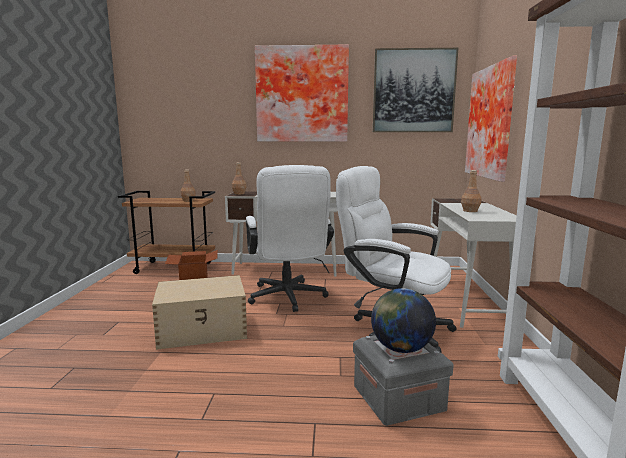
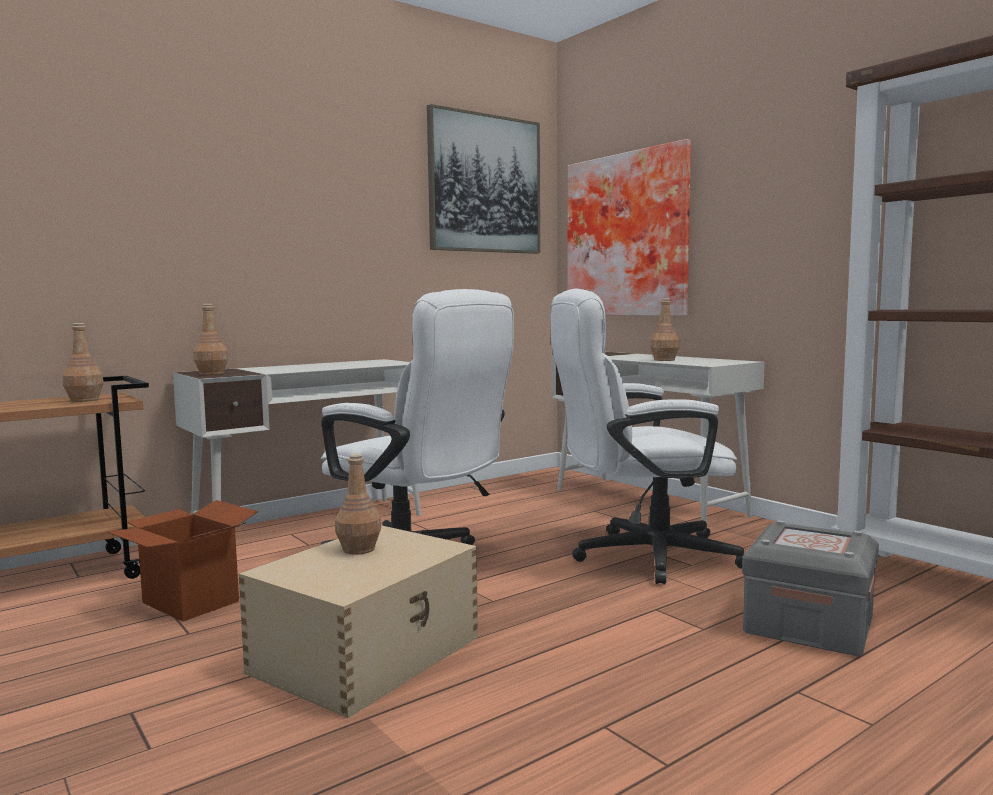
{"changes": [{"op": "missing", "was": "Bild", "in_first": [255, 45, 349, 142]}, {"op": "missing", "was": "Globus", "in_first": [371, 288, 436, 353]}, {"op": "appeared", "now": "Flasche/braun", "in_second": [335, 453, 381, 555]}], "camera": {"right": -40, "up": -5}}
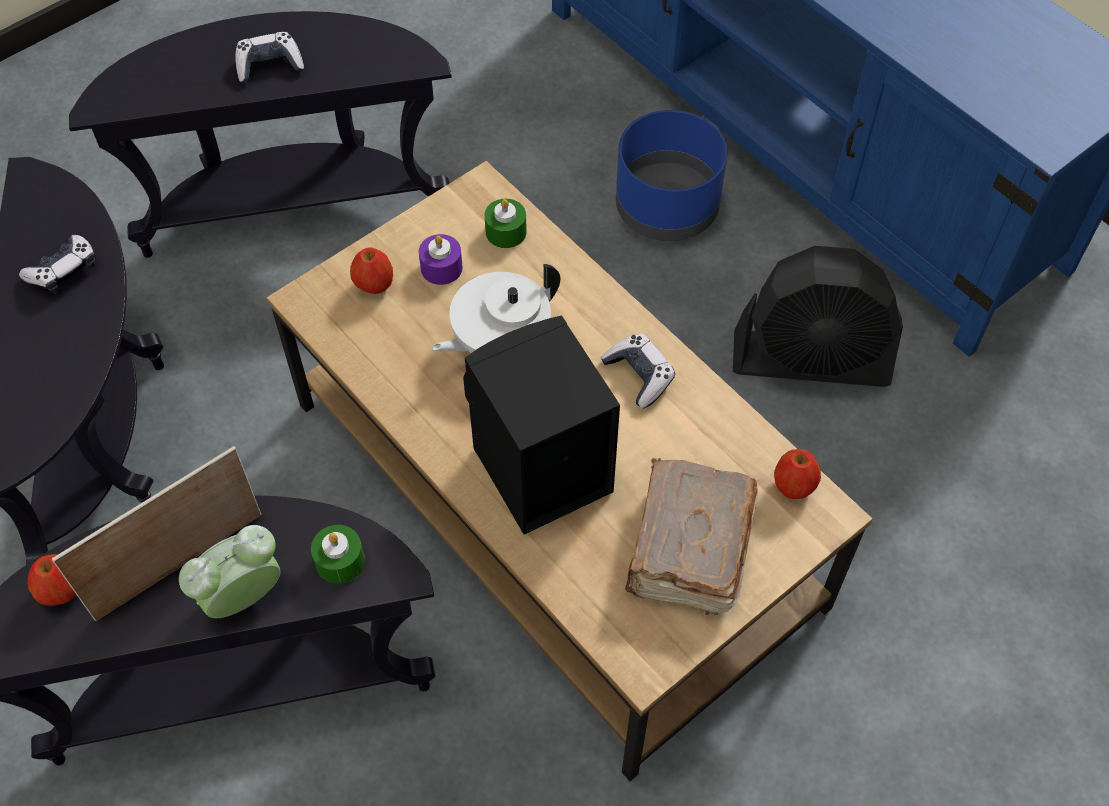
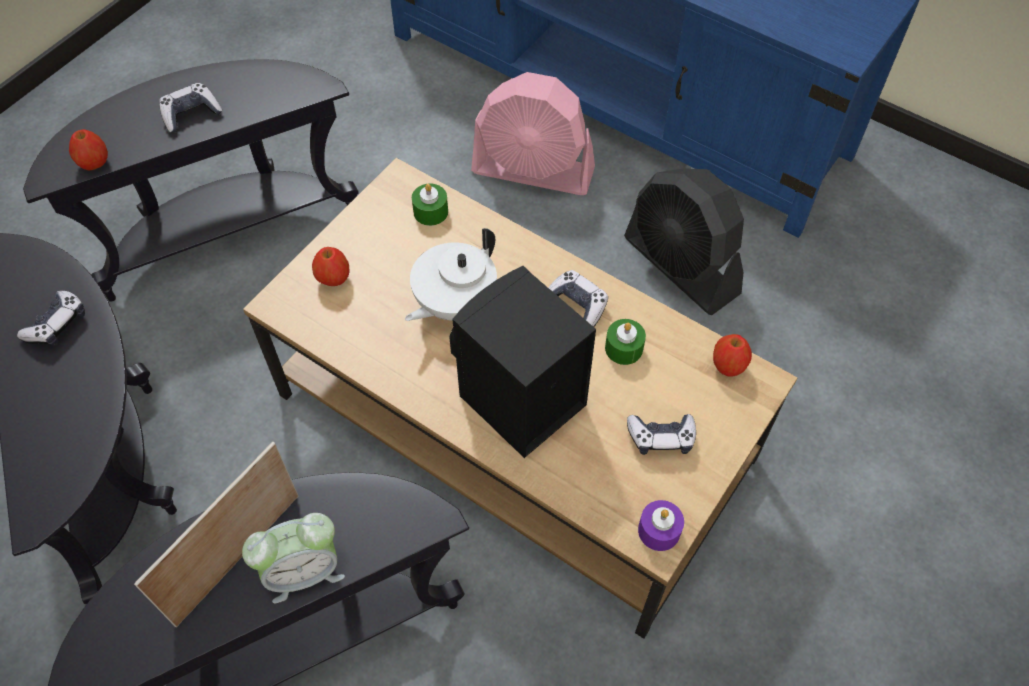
{"changes": [{"op": "relocated", "was": "Apfel", "in_first": [27, 554, 77, 606], "in_second": [69, 129, 108, 170]}, {"op": "relocated", "was": "Kerze/grün", "in_first": [311, 525, 365, 584], "in_second": [605, 319, 646, 365]}, {"op": "relocated", "was": "Kerze/lila", "in_first": [419, 234, 463, 285], "in_second": [638, 500, 684, 551]}, {"op": "exchanged", "was": "Pflanzkübel/blau", "now": "Ventilator/rosa", "in_first": [616, 110, 728, 241], "in_second": [471, 72, 595, 195]}, {"op": "exchanged", "was": "Buch/braun", "now": "Gamepad", "in_first": [625, 458, 758, 615], "in_second": [627, 414, 696, 455]}, {"op": "spun", "was": "Wecker", "in_first": [179, 525, 281, 618], "in_second": [242, 513, 345, 603], "clockwise": -150}, {"op": "spun", "was": "Ventilator/schwarz", "in_first": [733, 246, 903, 387], "in_second": [624, 168, 744, 315], "clockwise": 60}], "camera": {"right": -15, "up": 0}}
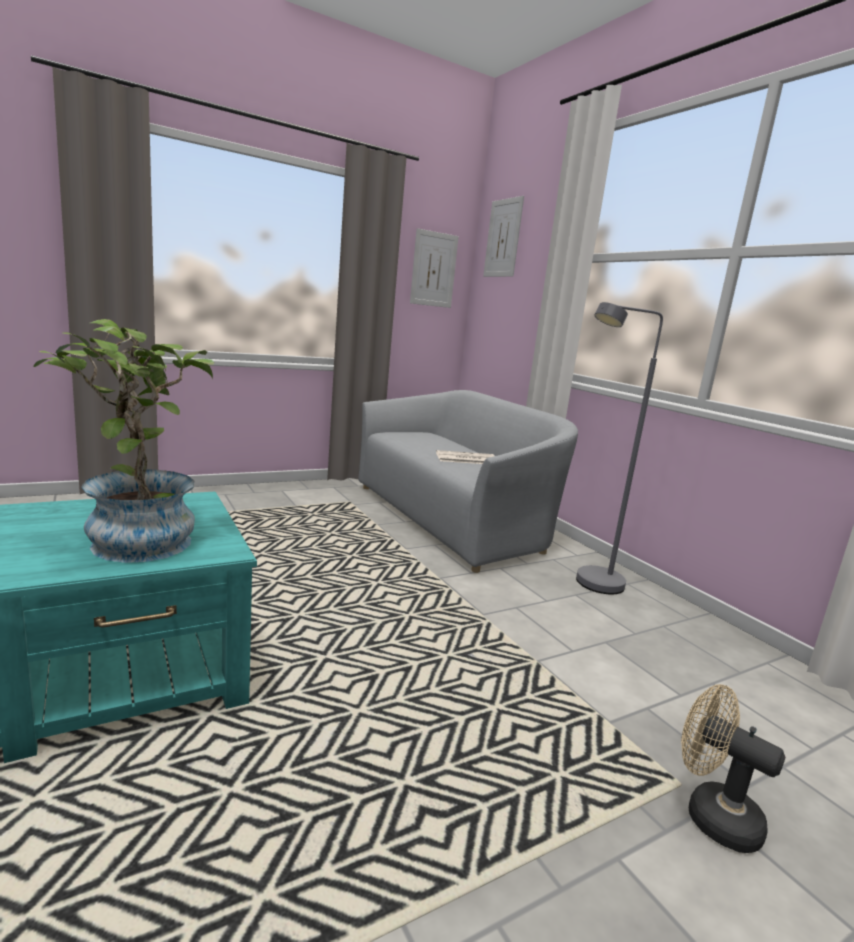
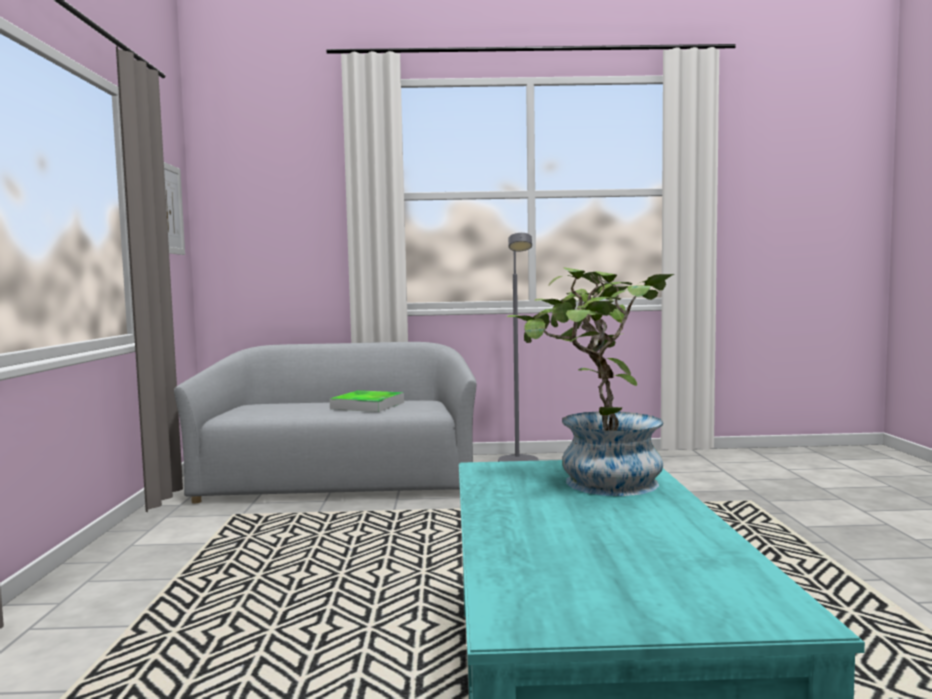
{"changes": [{"op": "missing", "was": "Bild", "in_first": [483, 196, 524, 277]}, {"op": "missing", "was": "Ventilator/beige", "in_first": [681, 684, 786, 853]}, {"op": "exchanged", "was": "Zeitung", "now": "Tablett", "in_first": [436, 450, 495, 464], "in_second": [330, 390, 404, 412]}], "camera": {"right": -60, "up": -10}}
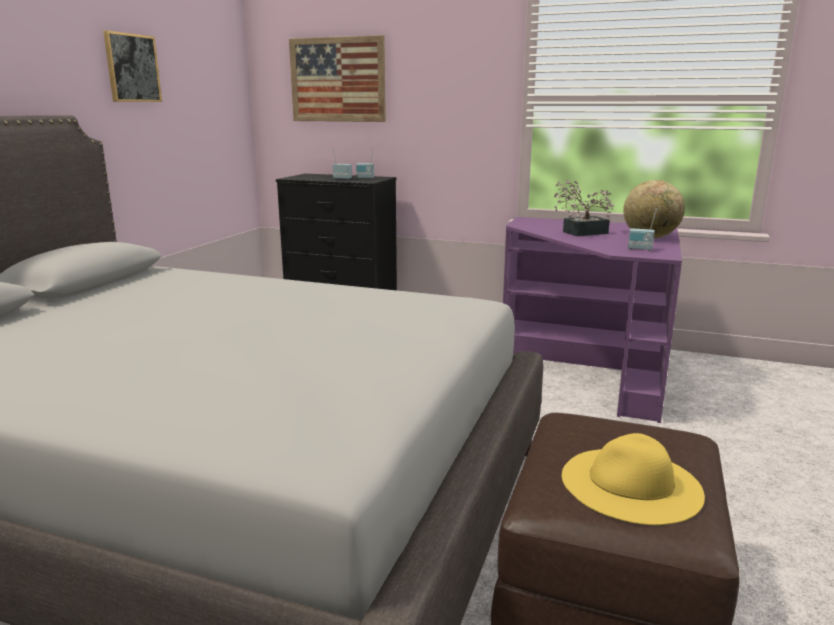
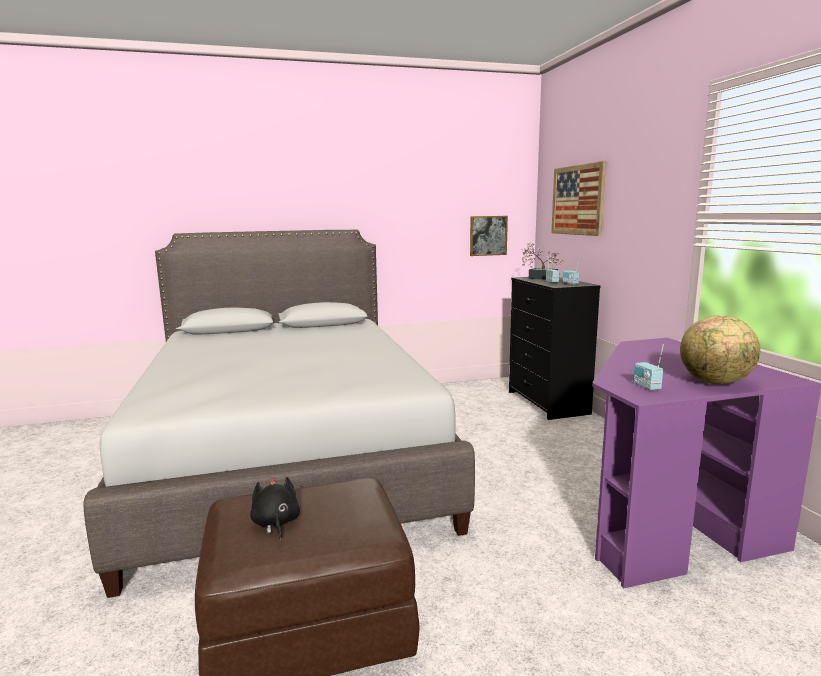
{"changes": [{"op": "relocated", "was": "Bild", "in_first": [103, 30, 162, 102], "in_second": [470, 216, 508, 256]}, {"op": "relocated", "was": "Topfpflanze", "in_first": [553, 180, 614, 236], "in_second": [521, 243, 564, 280]}, {"op": "exchanged", "was": "Hut/gelb", "now": "Plüschtier/schwarz", "in_first": [562, 433, 705, 525], "in_second": [250, 477, 300, 541]}], "camera": {"right": 55, "up": -5}}
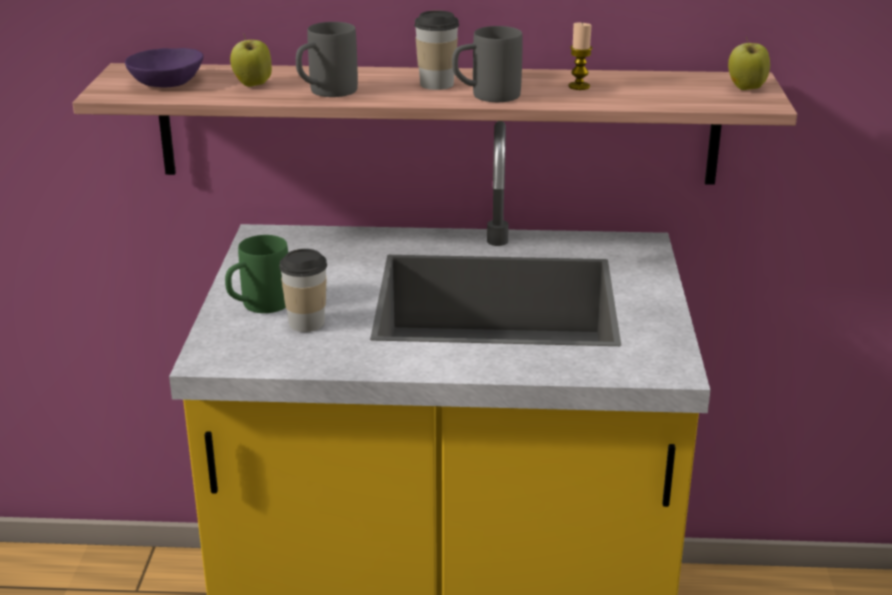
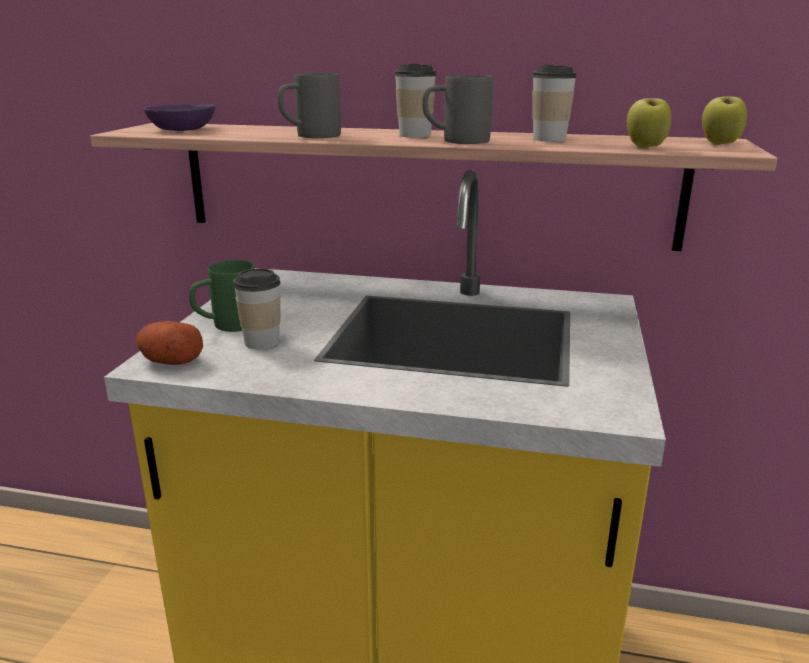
{"changes": [{"op": "appeared", "now": "Kartoffel", "in_second": [136, 321, 203, 365]}, {"op": "relocated", "was": "Apfel", "in_first": [230, 35, 272, 87], "in_second": [627, 90, 672, 148]}, {"op": "exchanged", "was": "Kerze", "now": "Tasse", "in_first": [568, 22, 592, 90], "in_second": [532, 65, 577, 142]}], "camera": {"right": 10, "up": -5}}
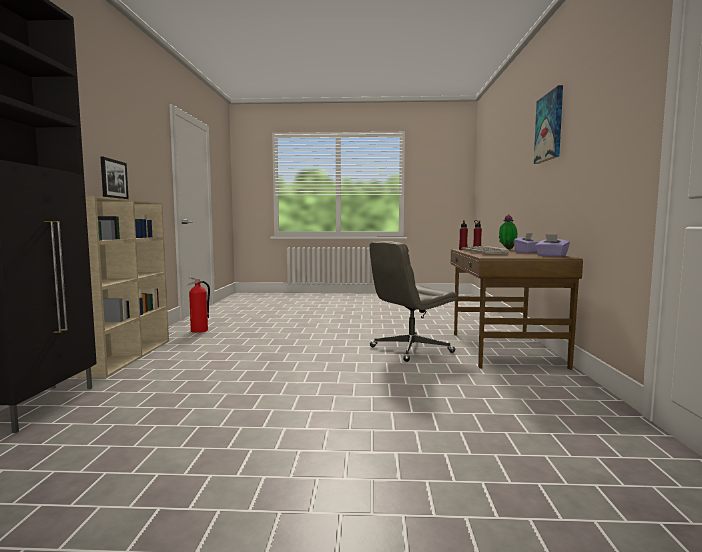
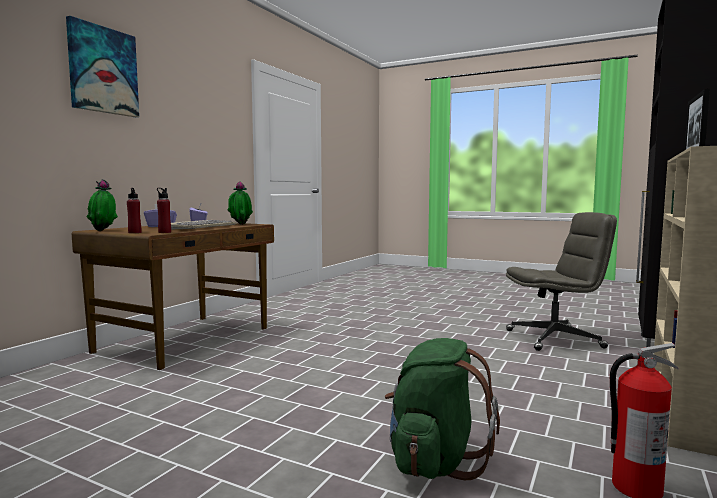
{"changes": [{"op": "appeared", "now": "Topfpflanze", "in_second": [228, 182, 253, 225]}, {"op": "appeared", "now": "Rucksack/grün", "in_second": [385, 338, 500, 480]}, {"op": "relocated", "was": "Bürostuhl/grau", "in_first": [369, 241, 458, 362], "in_second": [506, 212, 617, 351]}], "camera": {"right": -155, "up": 0}}
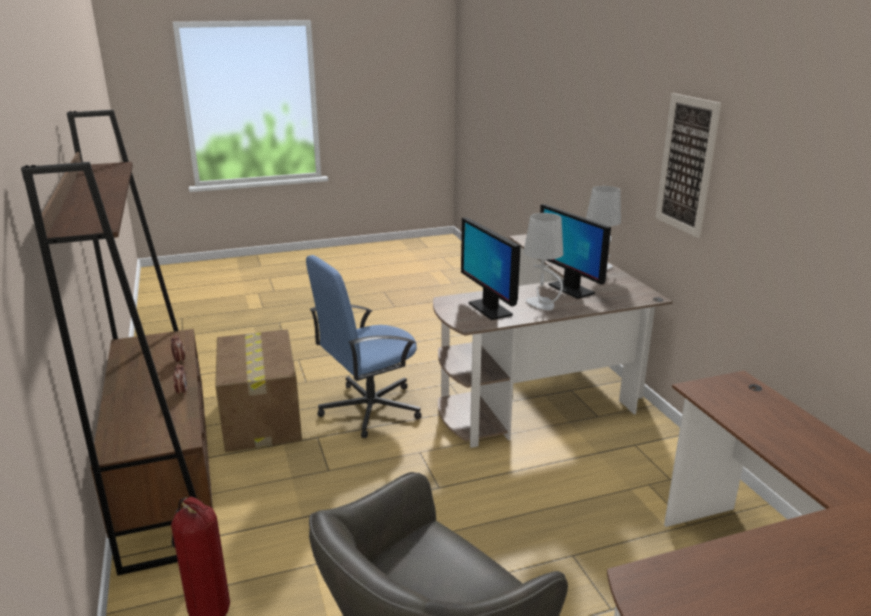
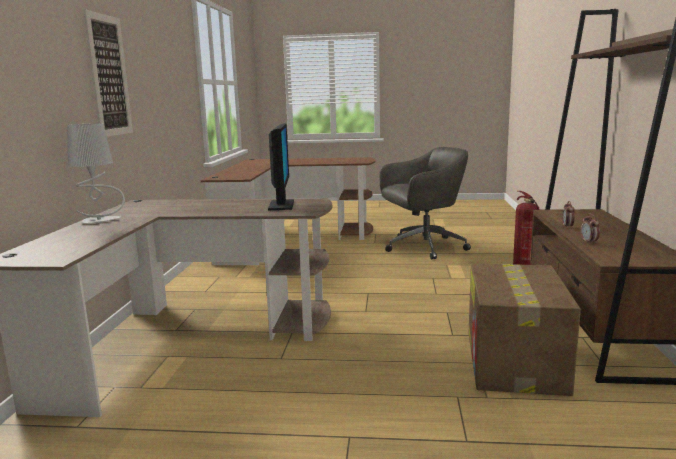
{"changes": [{"op": "missing", "was": "Bürostuhl/blau", "in_first": [306, 255, 422, 438]}, {"op": "missing", "was": "Tischlampe/grau", "in_first": [524, 213, 563, 311]}, {"op": "missing", "was": "Monitor", "in_first": [540, 204, 611, 299]}], "camera": {"right": -155, "up": -10}}
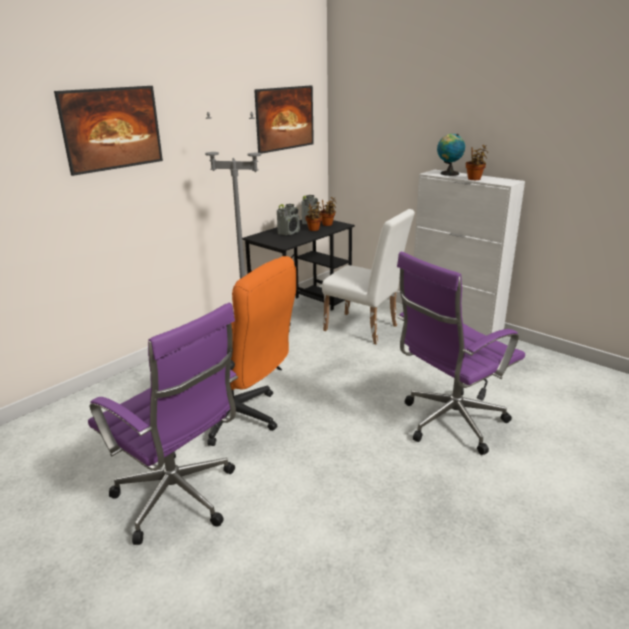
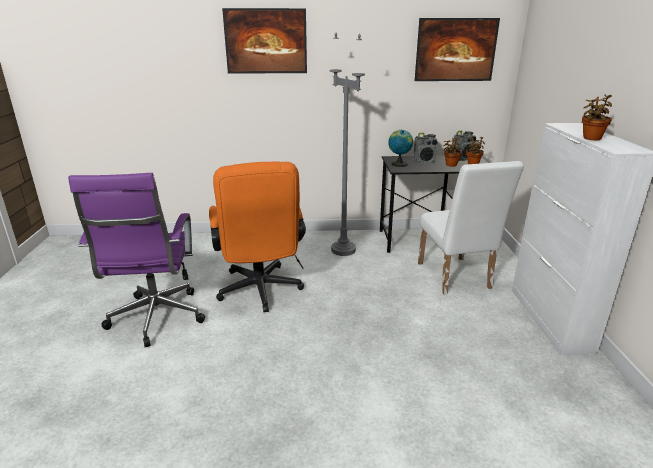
{"changes": [{"op": "missing", "was": "Bürostuhl/lila", "in_first": [397, 251, 525, 455]}, {"op": "relocated", "was": "Globus", "in_first": [437, 134, 465, 176], "in_second": [388, 130, 413, 167]}], "camera": {"right": 45, "up": 0}}
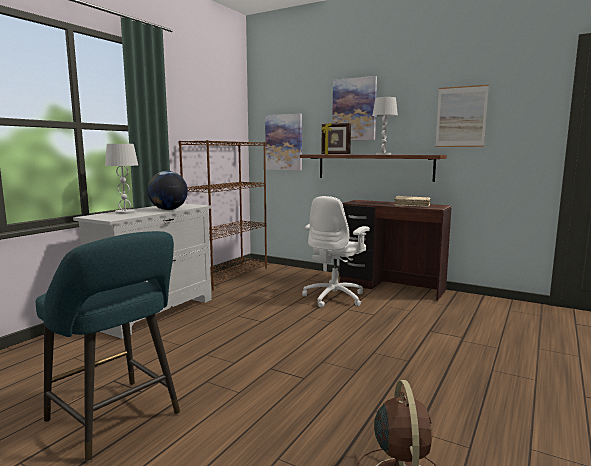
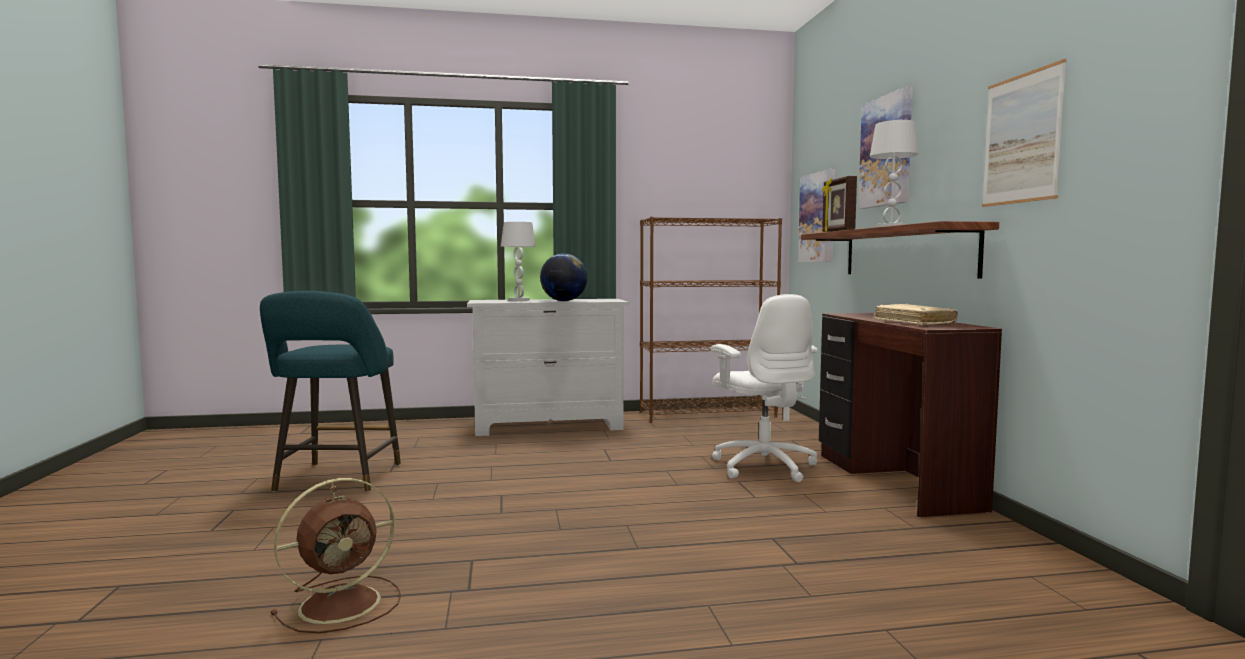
{"changes": [{"op": "spun", "was": "Bürostuhl/weiß", "in_first": [302, 196, 370, 308], "in_second": [711, 294, 817, 482], "clockwise": -105}], "camera": {"right": 50, "up": -5}}
